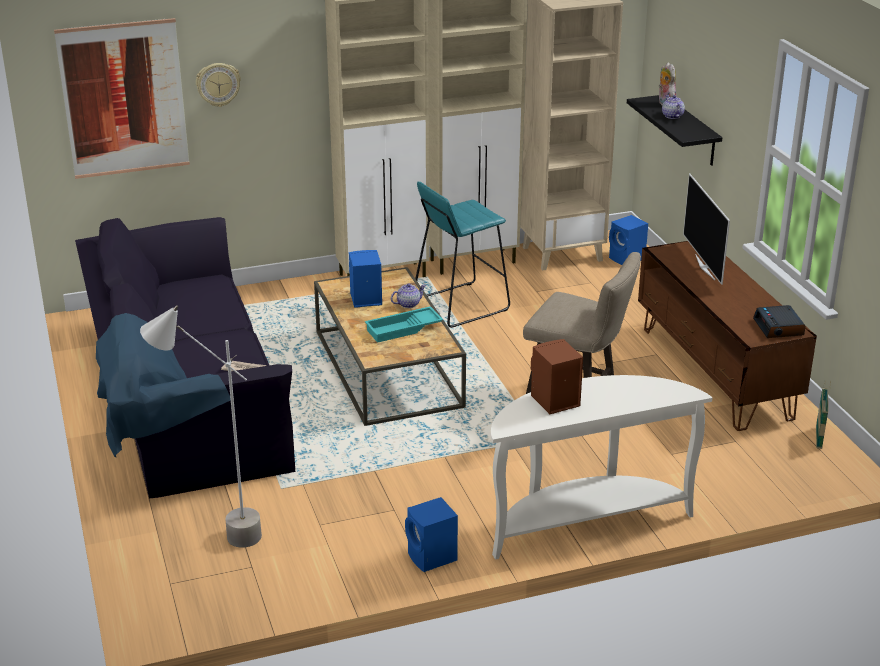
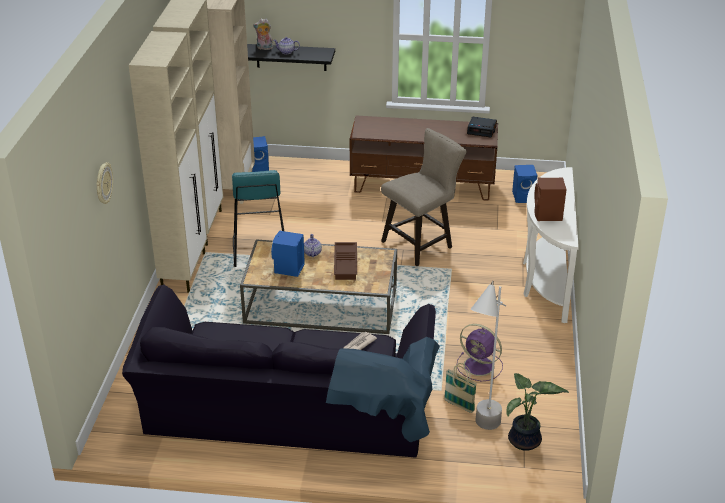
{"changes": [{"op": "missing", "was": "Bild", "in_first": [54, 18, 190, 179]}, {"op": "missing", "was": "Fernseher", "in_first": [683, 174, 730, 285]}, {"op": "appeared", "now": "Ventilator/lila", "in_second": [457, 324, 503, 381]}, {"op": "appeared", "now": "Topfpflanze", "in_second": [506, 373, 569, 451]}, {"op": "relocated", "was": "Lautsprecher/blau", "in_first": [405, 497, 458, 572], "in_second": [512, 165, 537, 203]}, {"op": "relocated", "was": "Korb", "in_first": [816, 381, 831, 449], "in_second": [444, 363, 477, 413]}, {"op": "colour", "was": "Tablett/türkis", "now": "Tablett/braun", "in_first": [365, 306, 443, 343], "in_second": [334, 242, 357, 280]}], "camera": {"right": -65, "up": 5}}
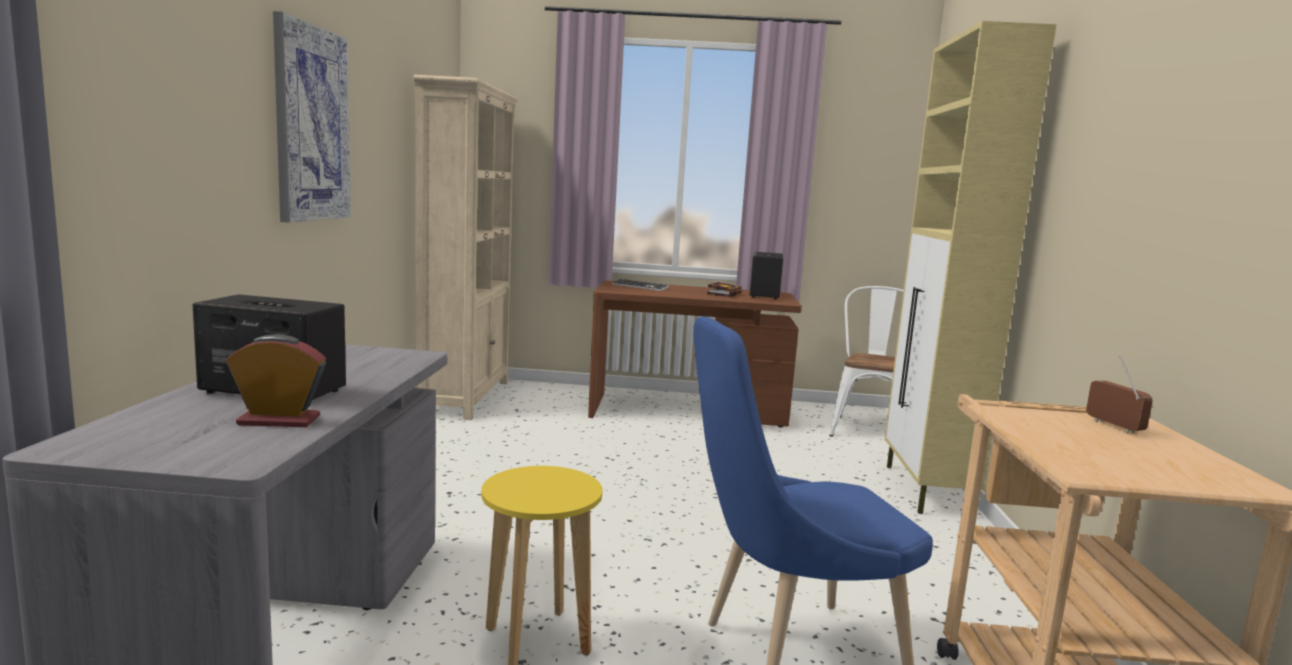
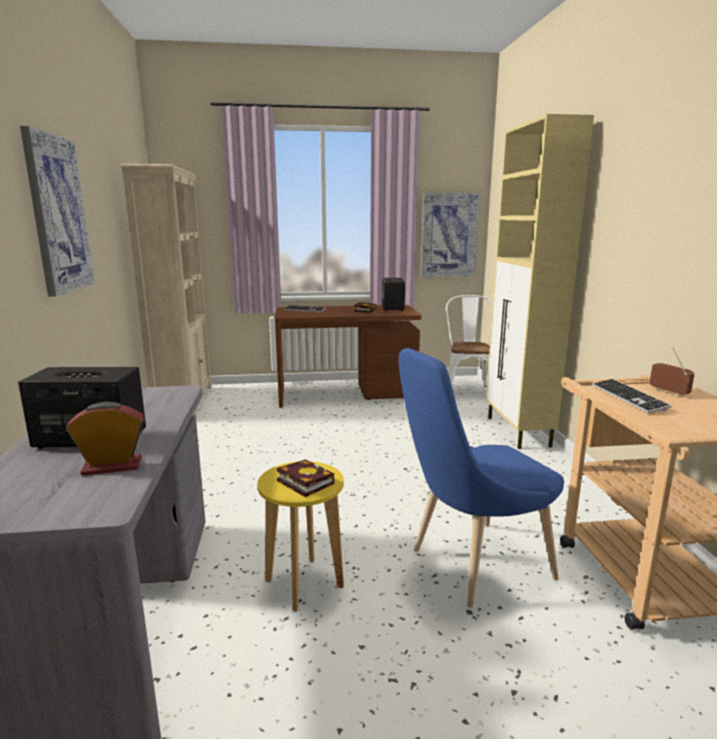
{"changes": [{"op": "appeared", "now": "Buch", "in_second": [277, 459, 334, 497]}, {"op": "appeared", "now": "Bild", "in_second": [421, 193, 479, 277]}, {"op": "appeared", "now": "Tastatur", "in_second": [592, 379, 672, 413]}], "camera": {"right": -10, "up": 5}}
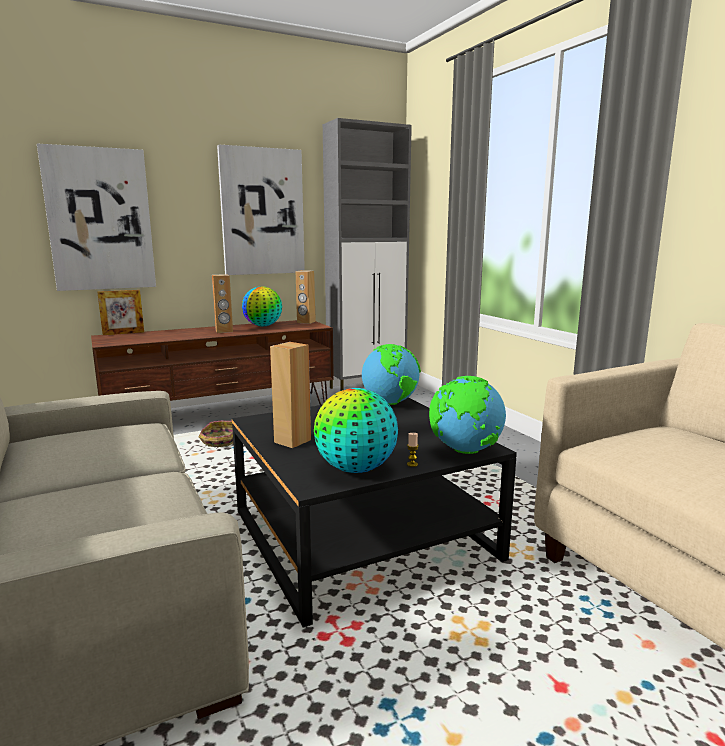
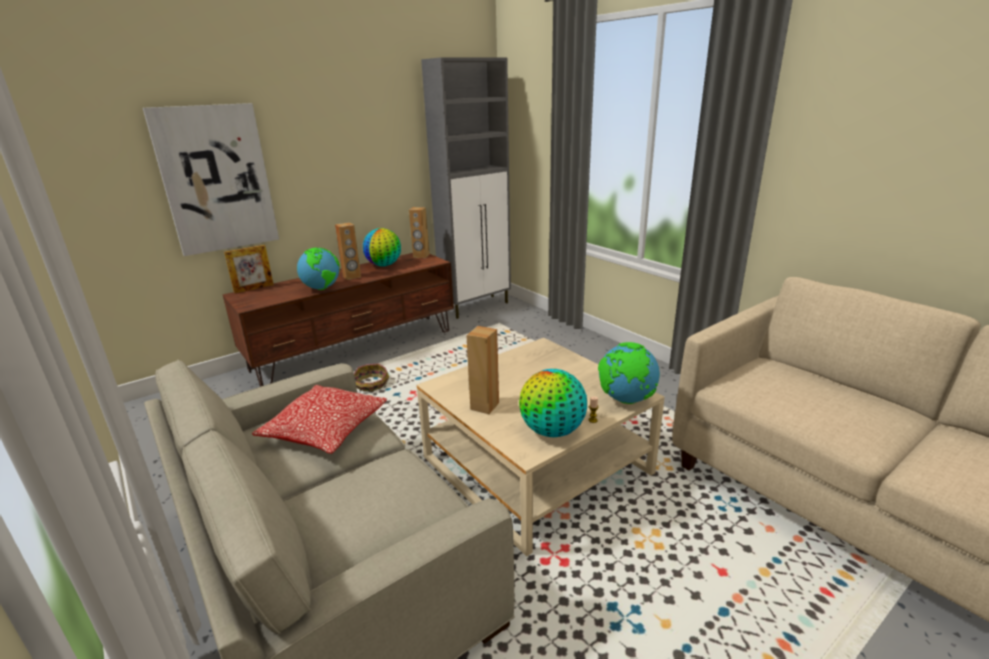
{"changes": [{"op": "missing", "was": "Bild", "in_first": [217, 144, 305, 275]}, {"op": "appeared", "now": "Kissen", "in_second": [252, 385, 387, 454]}, {"op": "relocated", "was": "Globus", "in_first": [362, 344, 421, 405], "in_second": [297, 248, 340, 290]}, {"op": "colour", "was": "Couchtisch/schwarz", "now": "Couchtisch/beige", "in_first": [232, 397, 517, 628], "in_second": [417, 338, 664, 557]}], "camera": {"right": -10, "up": 10}}
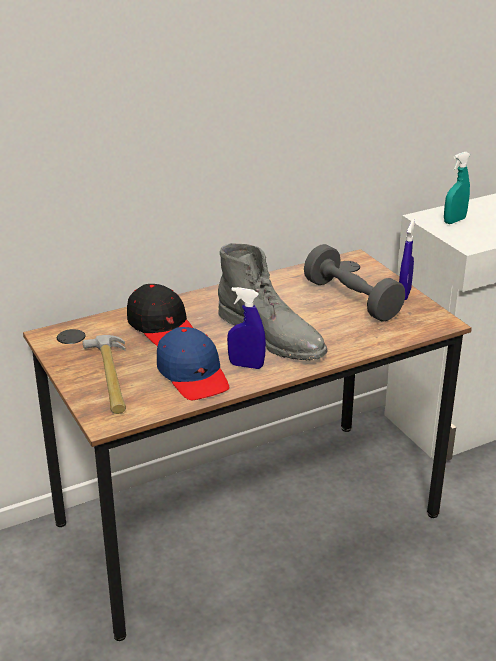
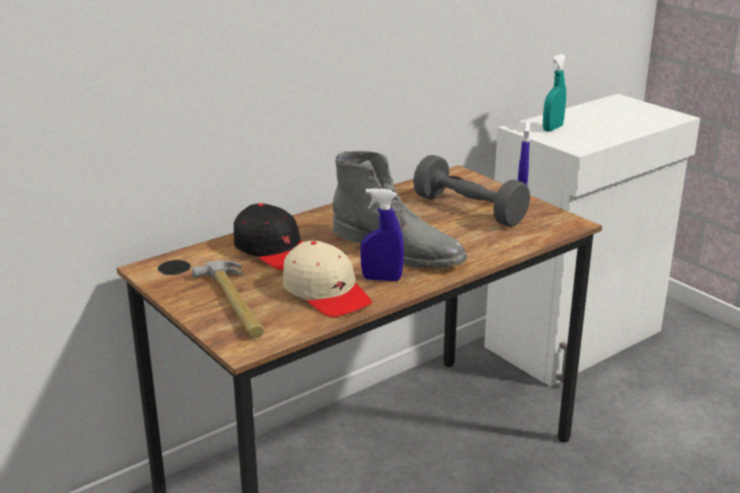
{"changes": [{"op": "colour", "was": "Kappe/blau", "now": "Kappe/beige", "in_first": [157, 327, 229, 400], "in_second": [283, 241, 372, 317]}], "camera": {"right": -10, "up": -5}}
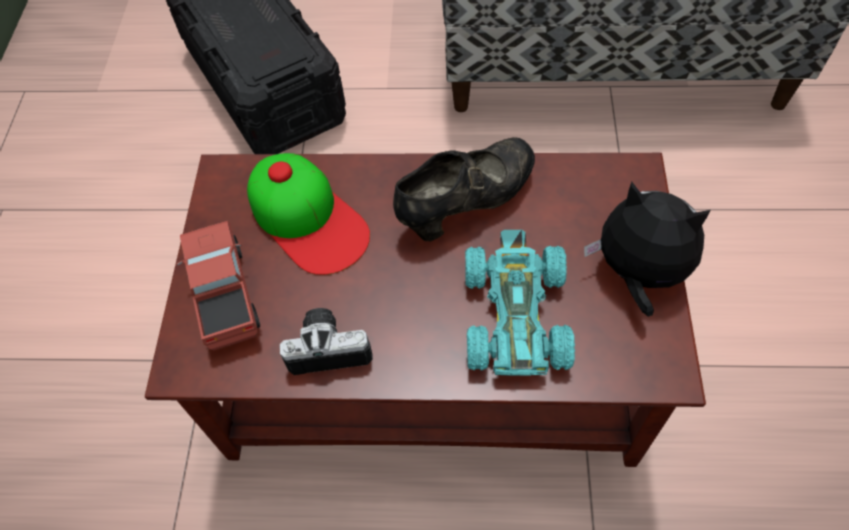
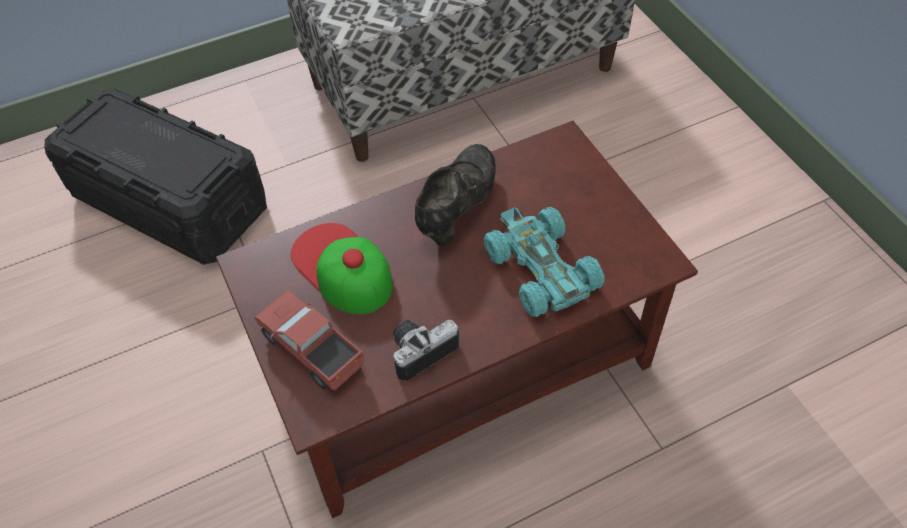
{"changes": [{"op": "missing", "was": "Plüschtier", "in_first": [584, 181, 710, 317]}, {"op": "spun", "was": "Kappe", "in_first": [247, 153, 370, 275], "in_second": [291, 223, 393, 314], "clockwise": -150}], "camera": {"right": -30, "up": -5}}
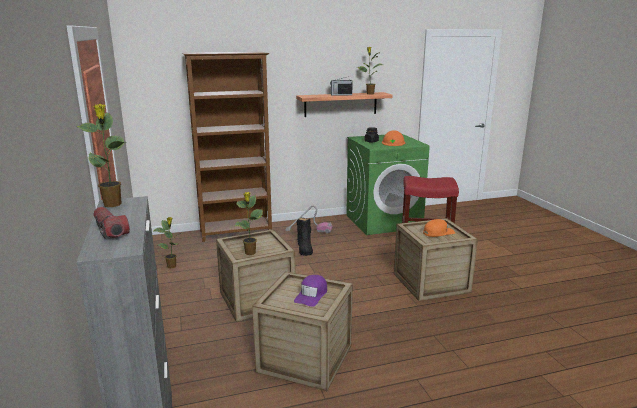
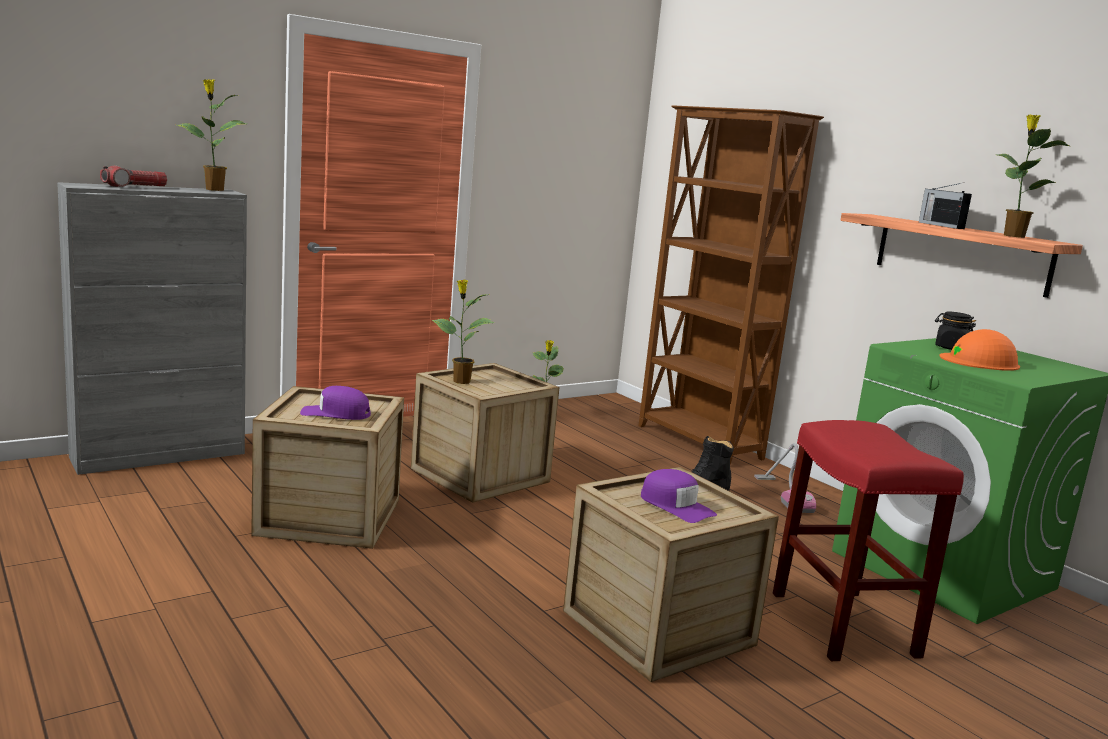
{"changes": [{"op": "colour", "was": "Kappe/orange", "now": "Kappe/lila", "in_first": [423, 219, 455, 237], "in_second": [641, 469, 717, 523]}], "camera": {"right": 70, "up": -5}}
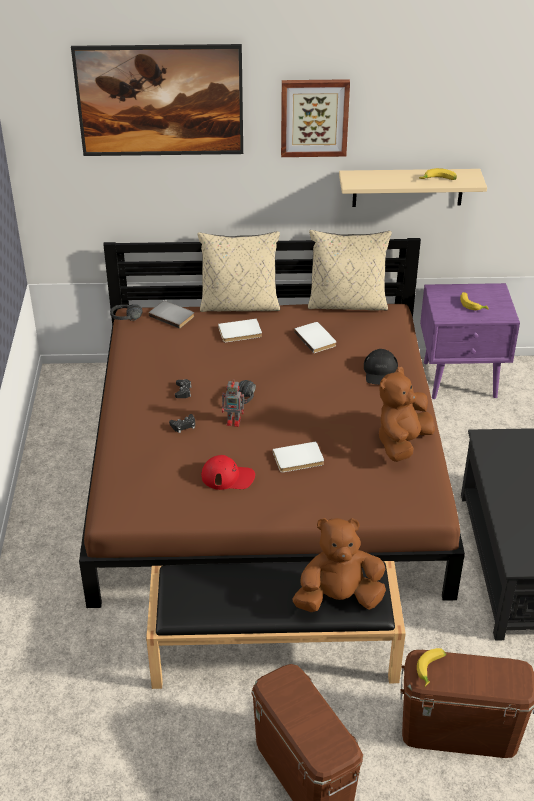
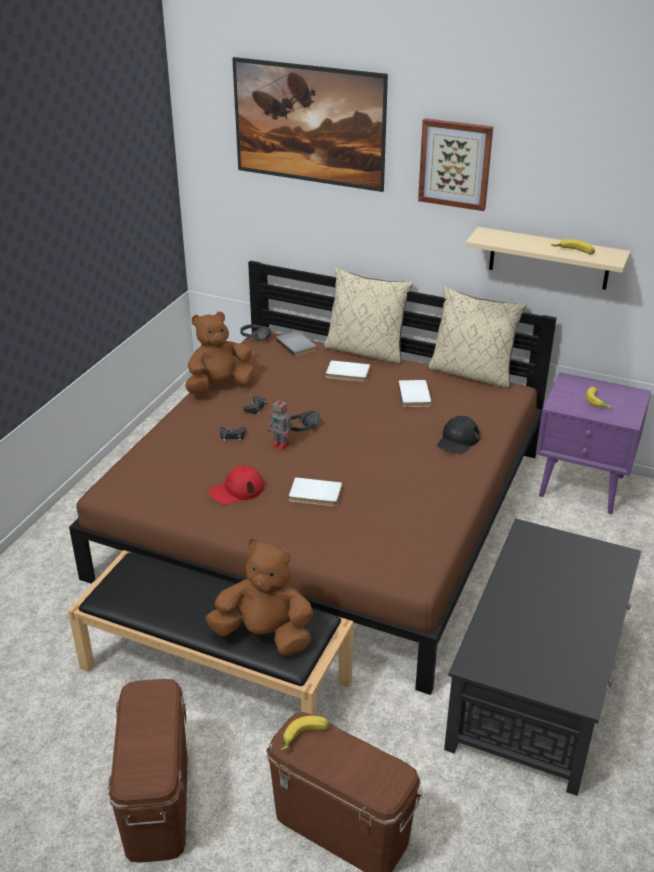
{"changes": [{"op": "relocated", "was": "Plüschtier/braun", "in_first": [379, 367, 435, 462], "in_second": [185, 312, 255, 393]}, {"op": "spun", "was": "Kappe/rot", "in_first": [201, 455, 255, 490], "in_second": [209, 466, 264, 505], "clockwise": 120}], "camera": {"right": 25, "up": -5}}
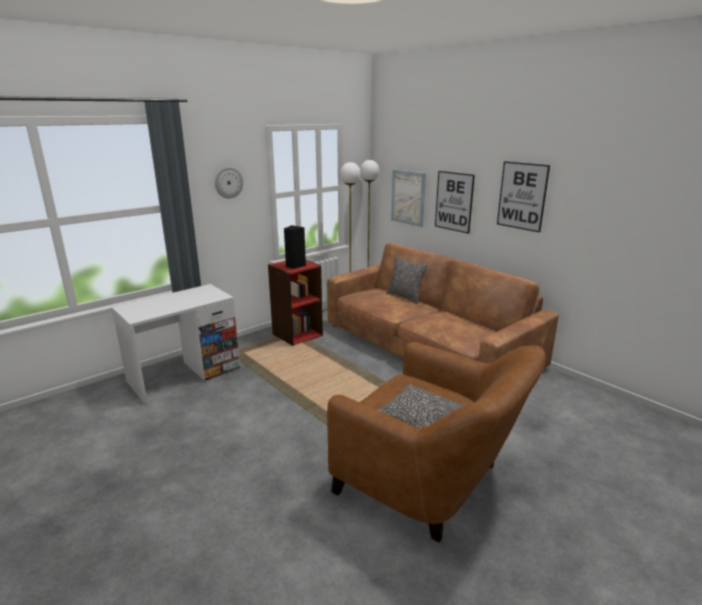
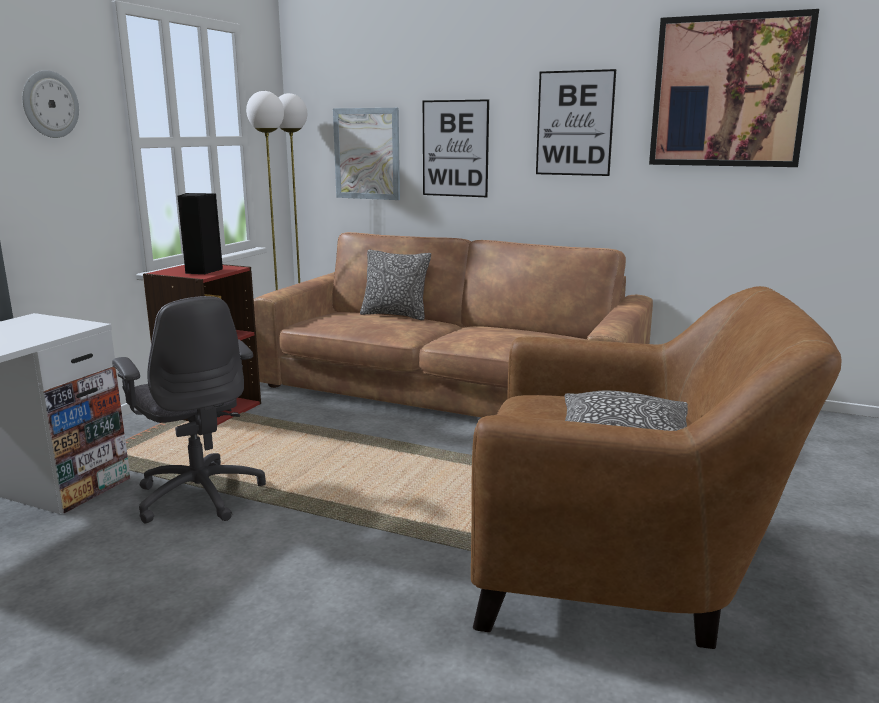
{"changes": [{"op": "appeared", "now": "Bürostuhl/grau", "in_second": [112, 296, 266, 524]}, {"op": "appeared", "now": "Bild", "in_second": [649, 9, 819, 167]}], "camera": {"right": -25, "up": -5}}
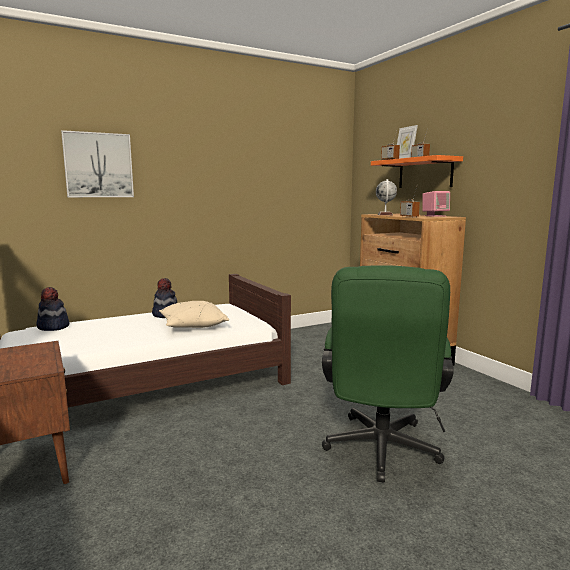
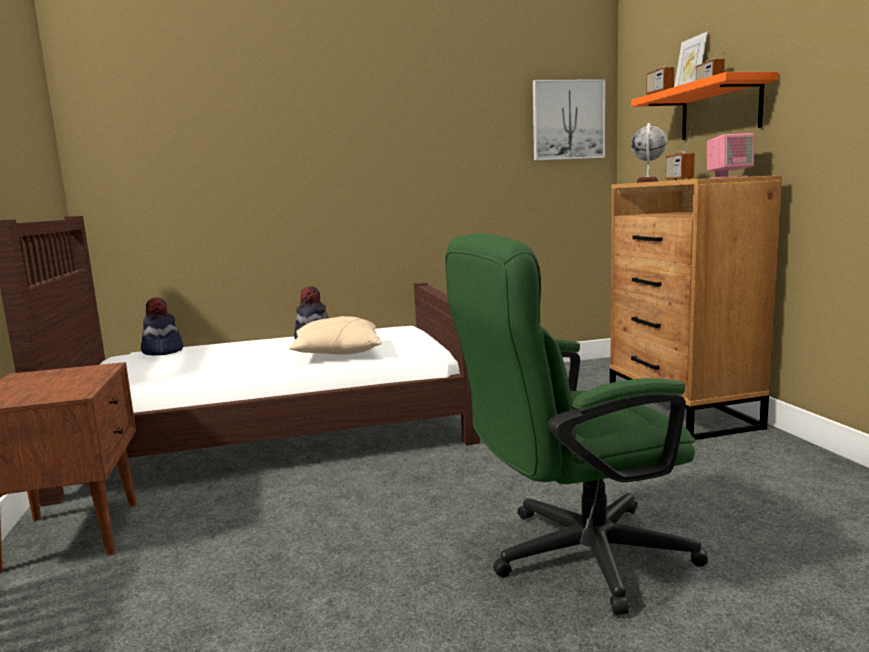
{"changes": [{"op": "relocated", "was": "Bild", "in_first": [61, 130, 134, 197], "in_second": [533, 79, 606, 160]}, {"op": "spun", "was": "Bürostuhl/grün", "in_first": [322, 265, 454, 483], "in_second": [445, 233, 708, 615], "clockwise": 45}], "camera": {"right": 15, "up": 0}}
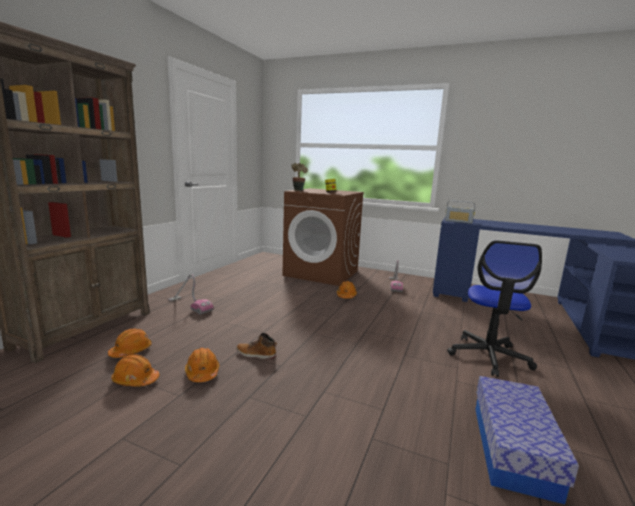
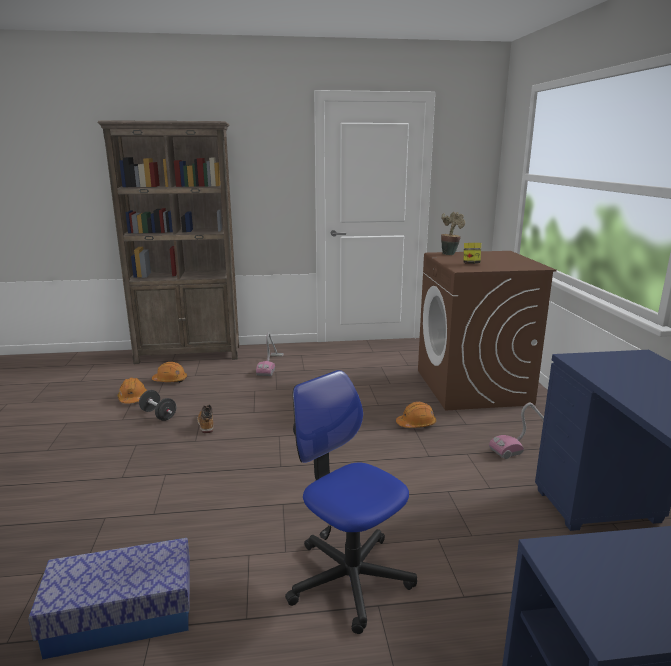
{"changes": [{"op": "missing", "was": "Radio", "in_first": [445, 200, 475, 224]}, {"op": "exchanged", "was": "Schutzhelm/orange", "now": "Hantel/schwarz", "in_first": [185, 347, 219, 382], "in_second": [139, 390, 176, 421]}, {"op": "spun", "was": "Bürostuhl", "in_first": [447, 240, 542, 377], "in_second": [285, 370, 417, 634], "clockwise": 60}], "camera": {"right": 60, "up": 5}}
